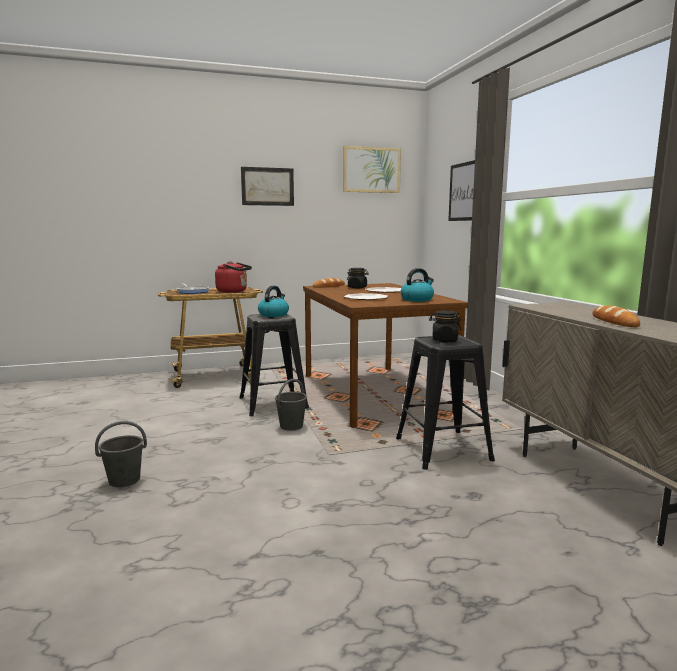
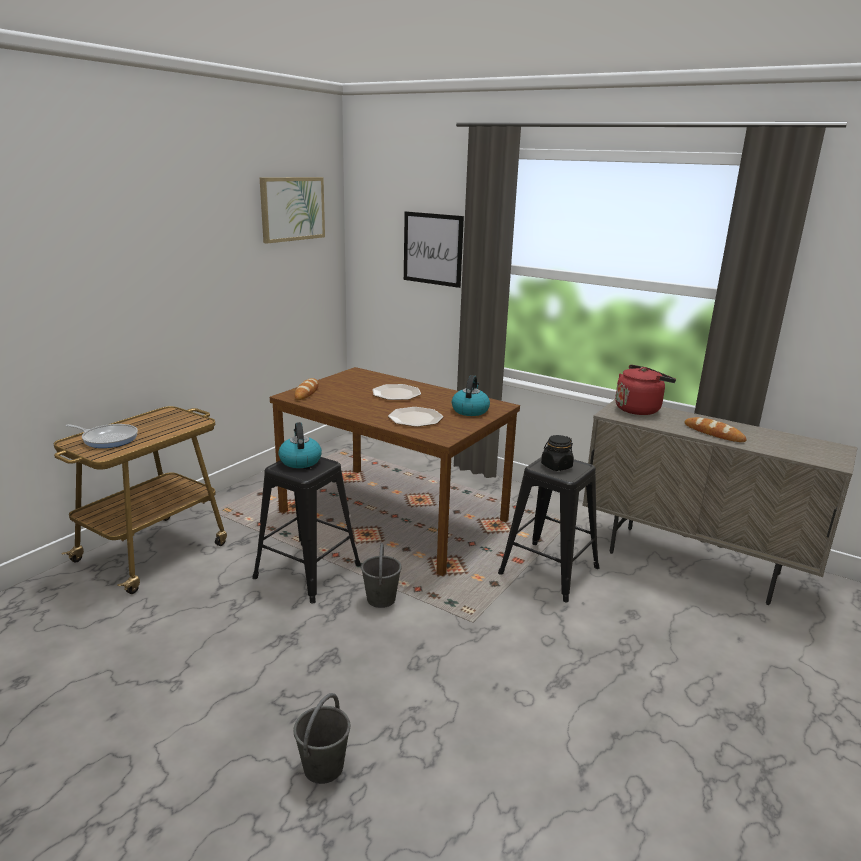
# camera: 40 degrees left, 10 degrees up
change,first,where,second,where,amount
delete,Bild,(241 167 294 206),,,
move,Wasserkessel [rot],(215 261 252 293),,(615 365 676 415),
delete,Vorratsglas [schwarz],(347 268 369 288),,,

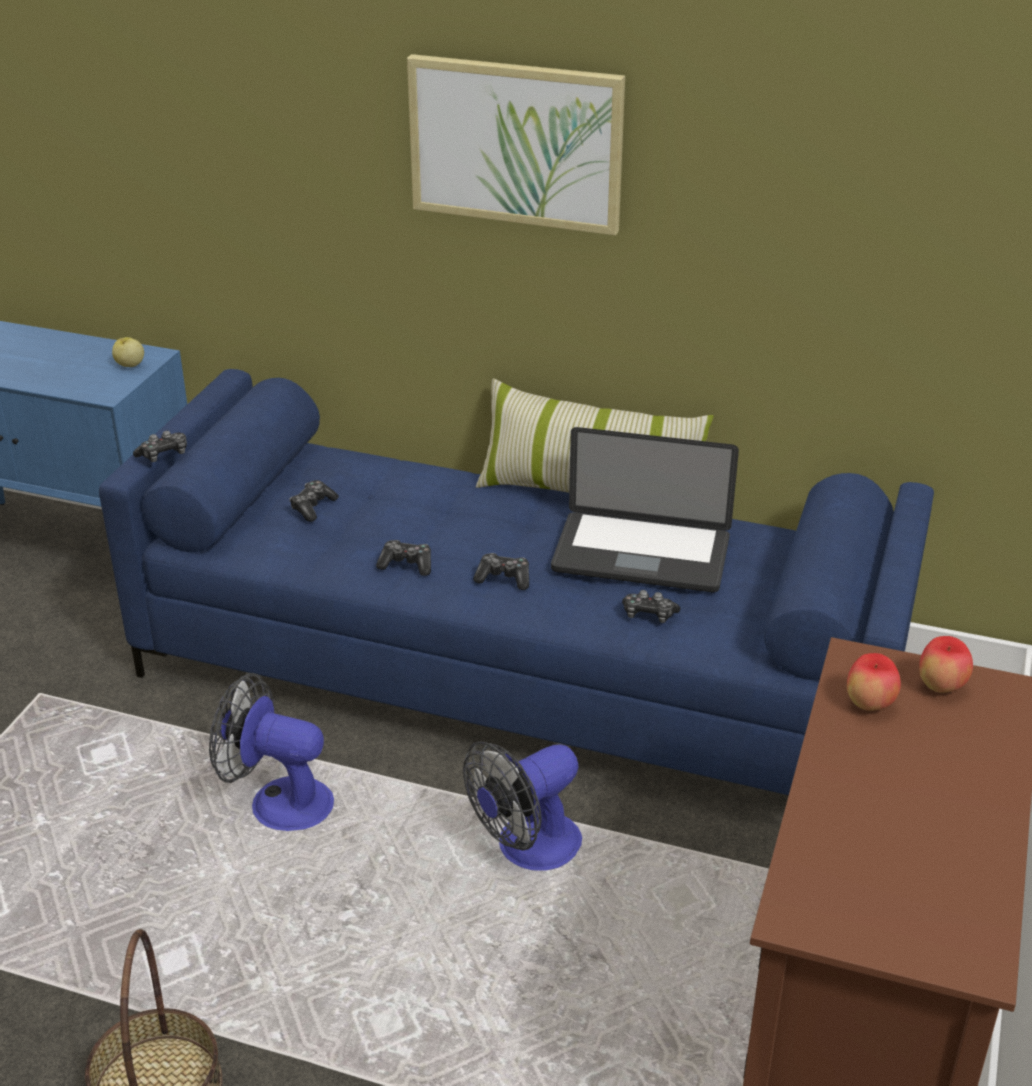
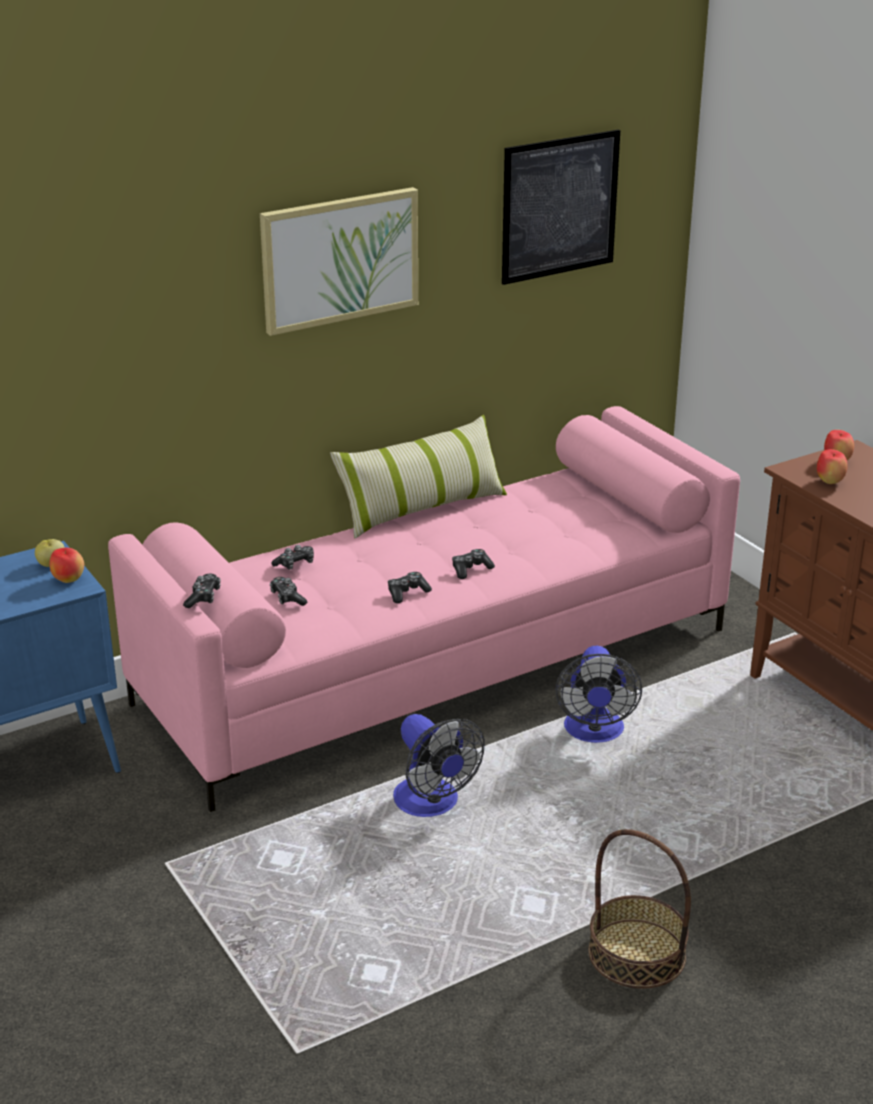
# camera: 50 degrees left, 5 degrees down
change,first,where,second,where,amount
recolor,Sofa [blau],(99 369 934 795),Sofa [rosa],(108 406 740 812),
delete,Laptop,(551 427 739 592),,,
move,Gamepad,(622 590 680 623),,(271 545 314 570),
rotate,Ventilator,(209 673 334 831),,(393 714 485 817),90 degrees counterclockwise
insert,,,Bild,(502 130 620 285),
insert,,,Apfel,(50 548 84 583),

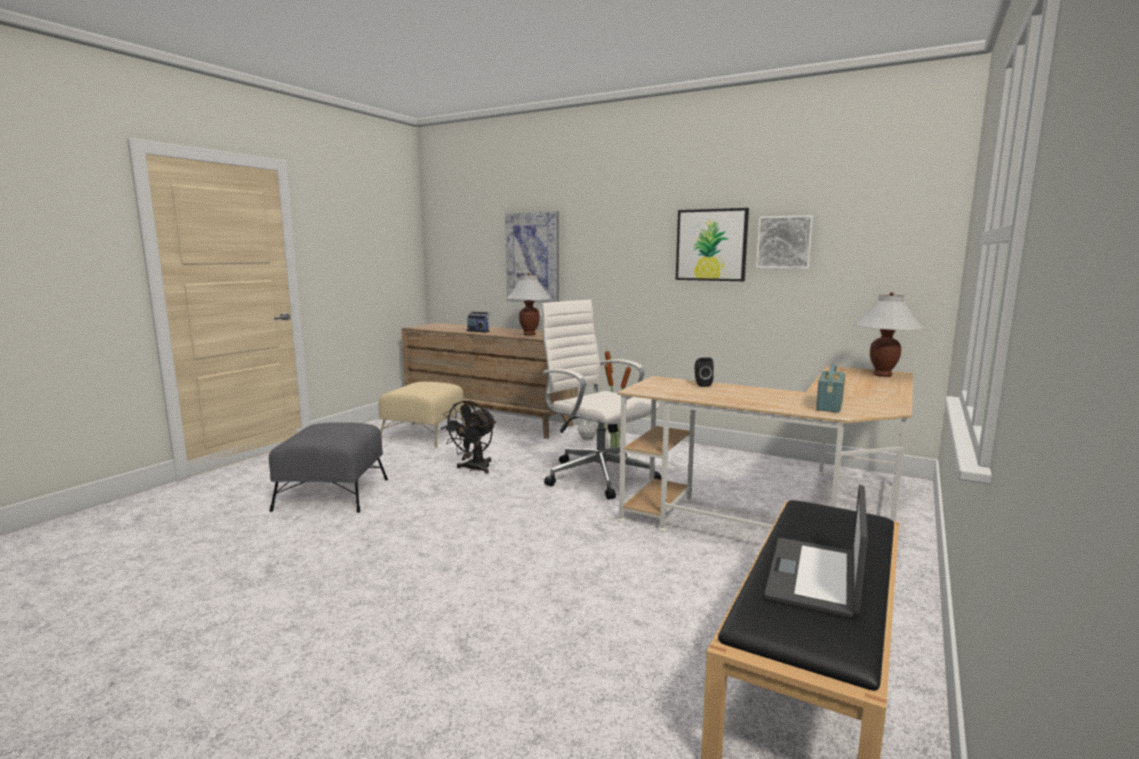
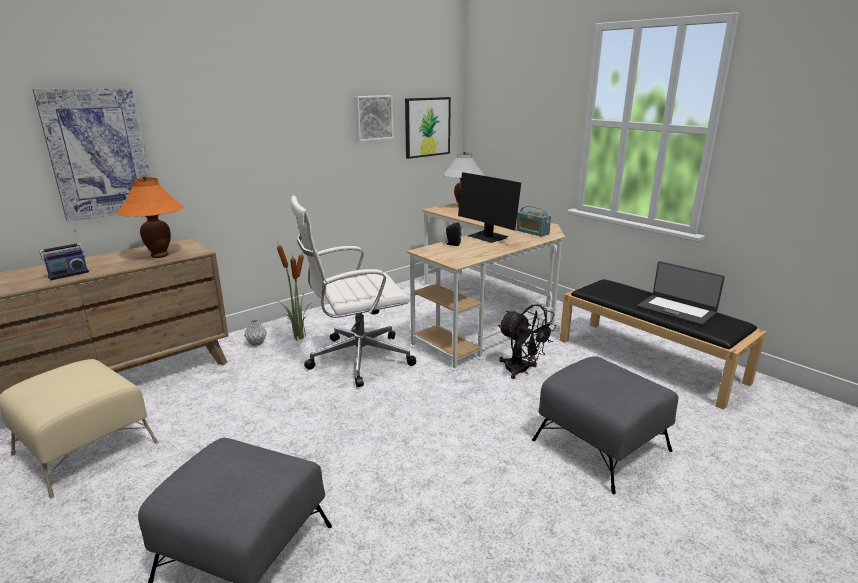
# camera: 70 degrees left, 10 degrees up
change,first,where,second,where,amount
move,Bild,(676 208 749 281),,(405 97 451 159),
recolor,Tischlampe [weiß],(506 273 552 336),Tischlampe [orange],(117 176 184 258),
move,Ventilator [schwarz],(441 400 496 474),,(498 304 557 379),
insert,,,Monitor,(458 172 521 243),
insert,,,Polsterhocker [grau],(532 356 678 494),

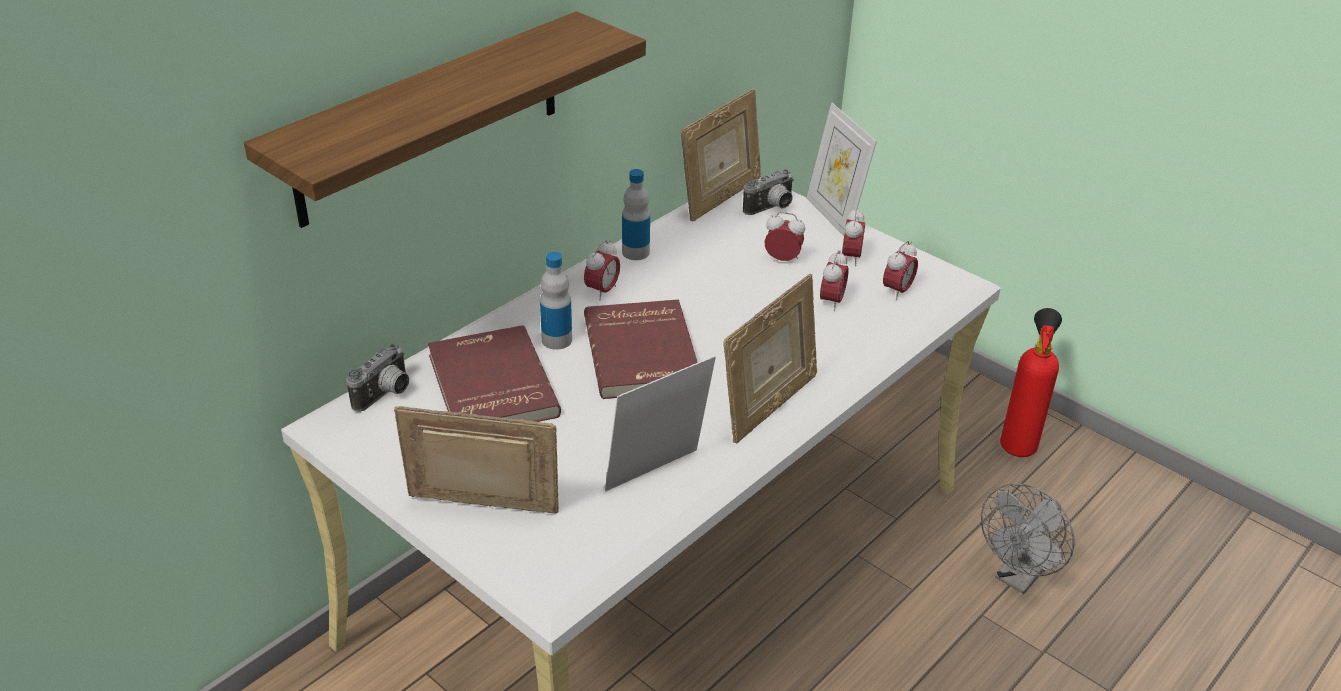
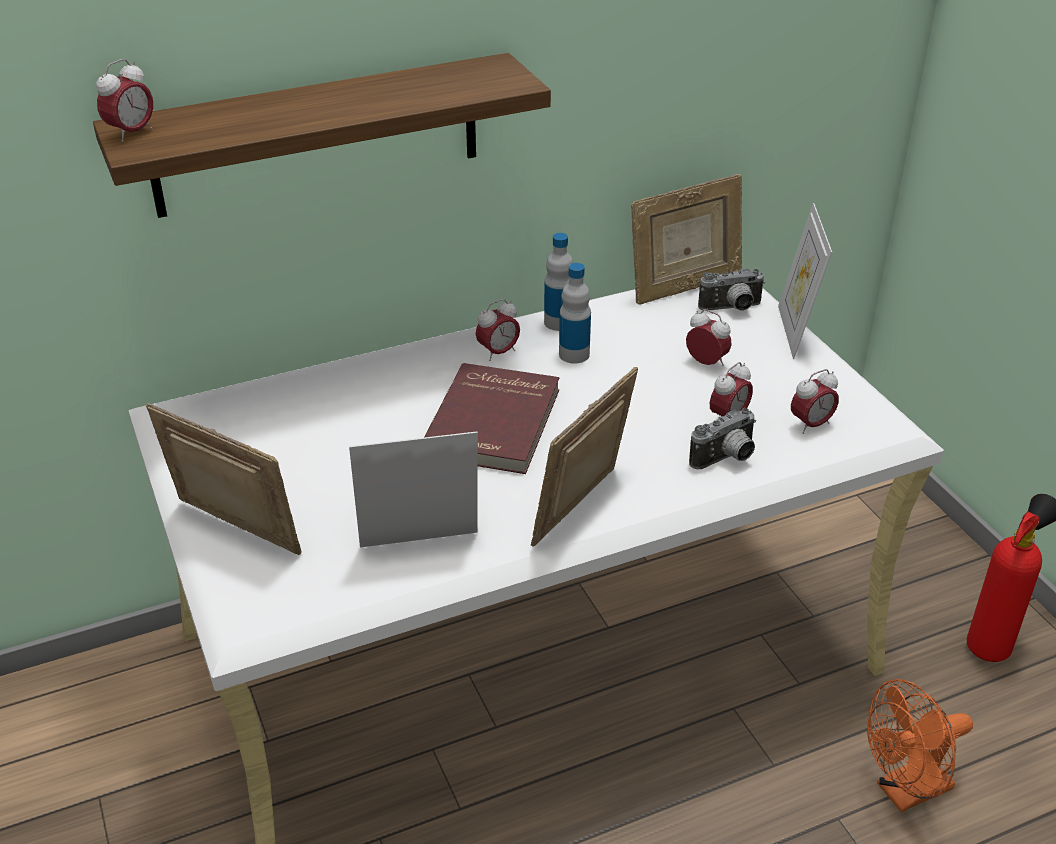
# camera: 25 degrees right, 0 degrees up
change,first,where,second,where,amount
move,Wecker,(842 207 865 266),,(96 59 153 142),
move,Flasche,(540 252 572 350),,(559 263 591 364),
rotate,Bilderrahmen,(724 274 817 443),,(531 367 638 547),150 degrees clockwise
delete,Buch [rot],(428 325 561 422),,,
move,Kamera,(346 344 409 412),,(689 408 756 469),
recolor,Ventilator [grau],(981 484 1074 594),Ventilator [orange],(867 679 973 812),

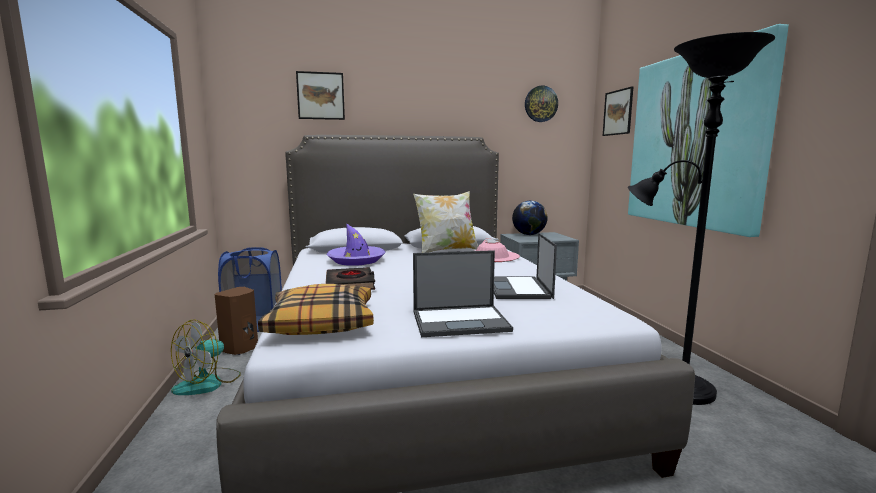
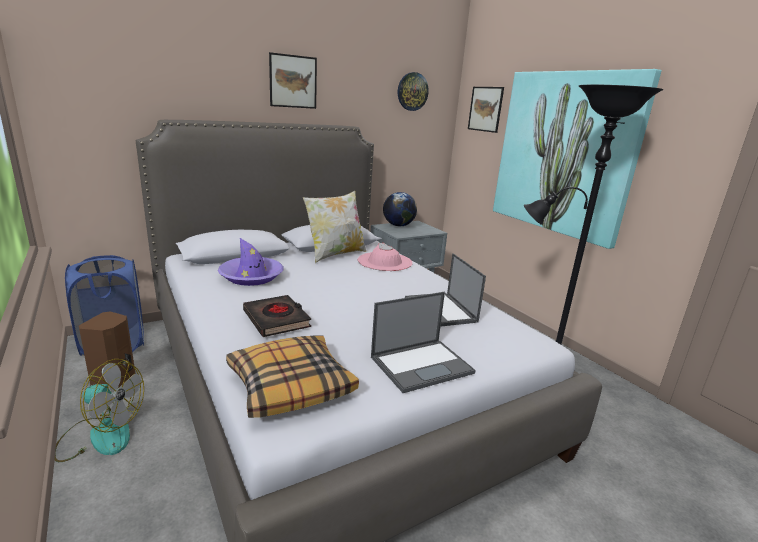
# camera: 20 degrees left, 10 degrees up
change,first,where,second,where,amount
move,Bild,(296 71 345 120),,(269 52 317 109),
rotate,Ventilator,(171 320 241 395),,(55 359 144 462),90 degrees counterclockwise

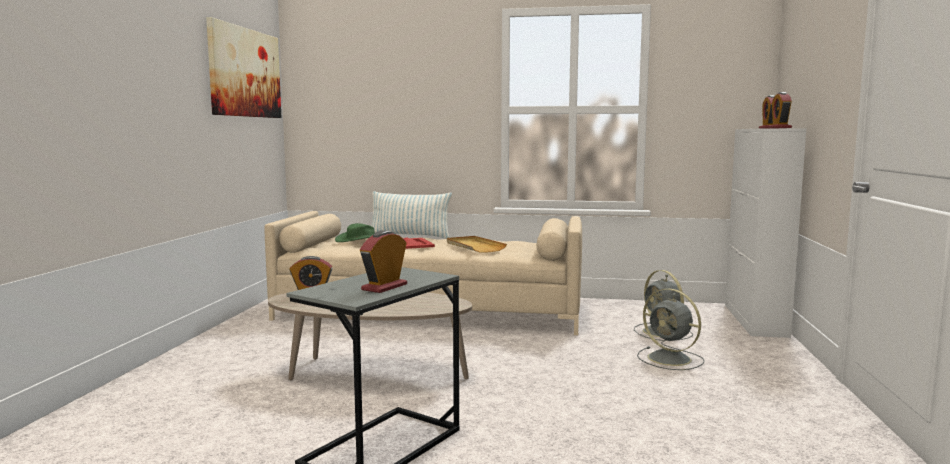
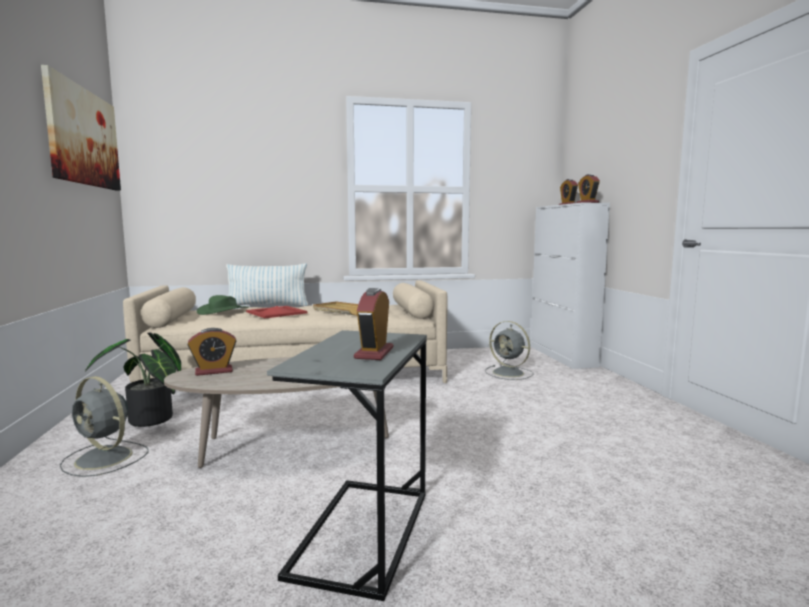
# camera: 20 degrees left, 0 degrees up
change,first,where,second,where,amount
move,Ventilator [grau],(637 289 705 370),,(60 376 149 477),
insert,,,Topfpflanze,(85 333 181 427),

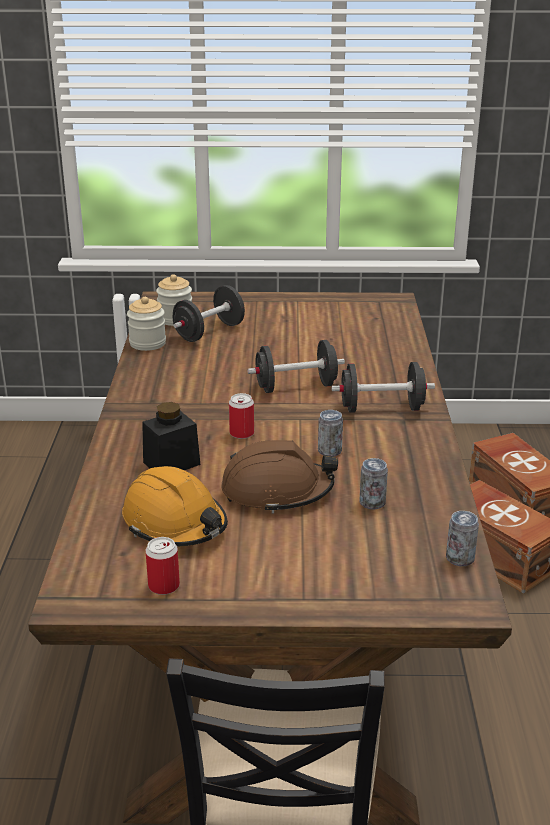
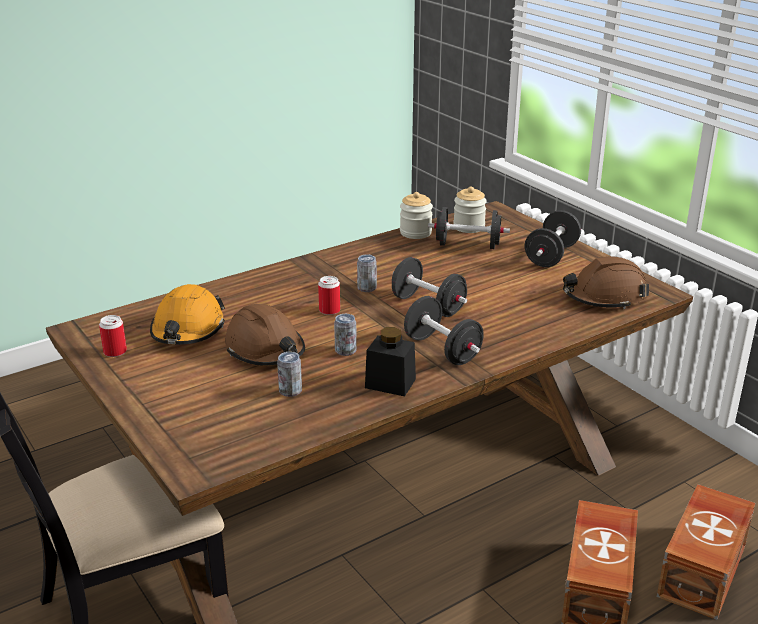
# camera: 55 degrees right, 0 degrees up
change,first,where,second,where,amount
move,Vorratsglas [schwarz],(142 402 201 470),,(365 327 416 396),
move,Dose,(446 511 479 566),,(357 254 377 292),
insert,,,Hantel [schwarz],(525 210 581 267),
insert,,,Schutzhelm [braun],(563 256 649 309),

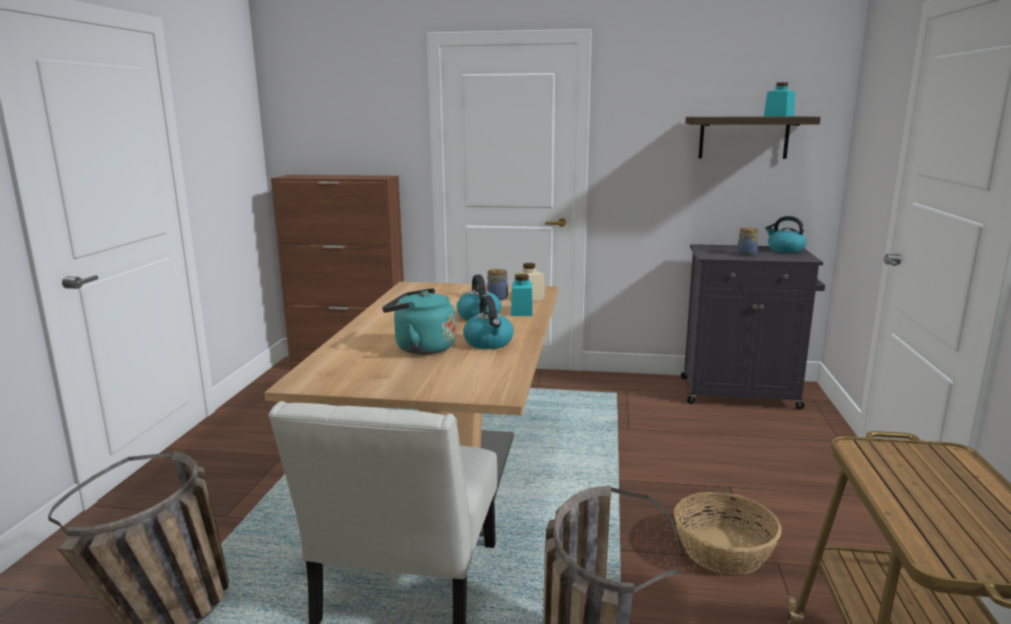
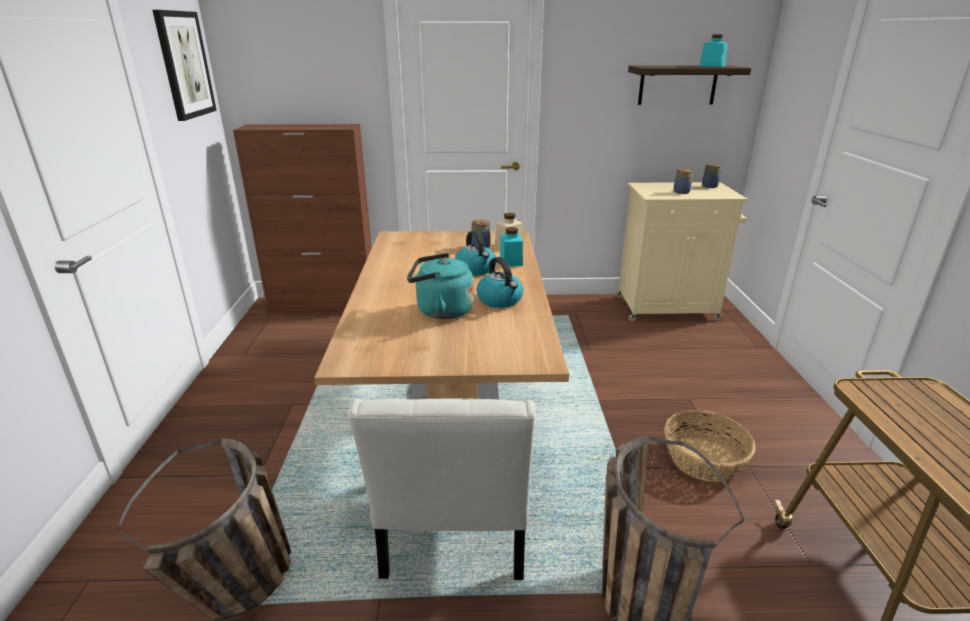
# camera: 10 degrees left, 10 degrees up
change,first,where,second,where,amount
replace,Wasserkessel,(765 216 807 253),Vorratsglas,(702 164 721 188),
recolor,Schrank [schwarz],(681 244 825 410),Schrank [beige],(616 182 748 321),
insert,,,Bild,(153 10 217 121),

